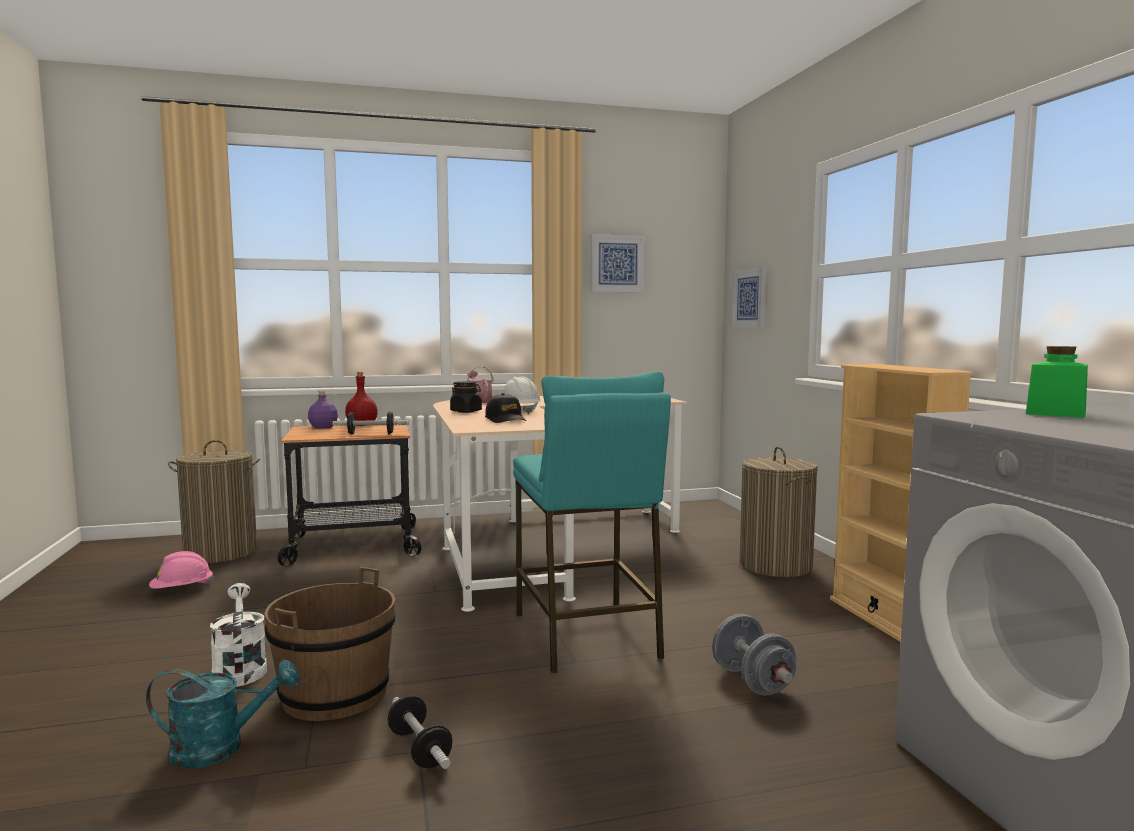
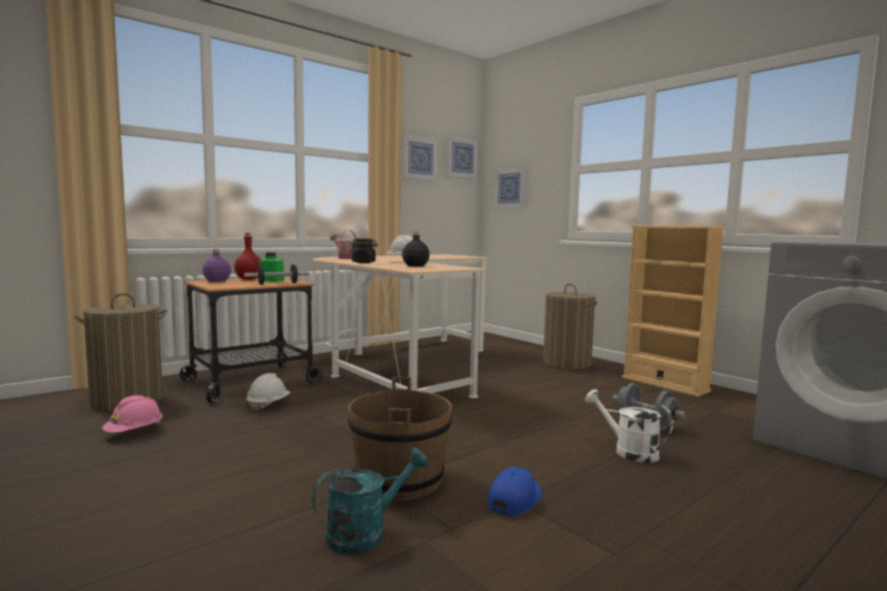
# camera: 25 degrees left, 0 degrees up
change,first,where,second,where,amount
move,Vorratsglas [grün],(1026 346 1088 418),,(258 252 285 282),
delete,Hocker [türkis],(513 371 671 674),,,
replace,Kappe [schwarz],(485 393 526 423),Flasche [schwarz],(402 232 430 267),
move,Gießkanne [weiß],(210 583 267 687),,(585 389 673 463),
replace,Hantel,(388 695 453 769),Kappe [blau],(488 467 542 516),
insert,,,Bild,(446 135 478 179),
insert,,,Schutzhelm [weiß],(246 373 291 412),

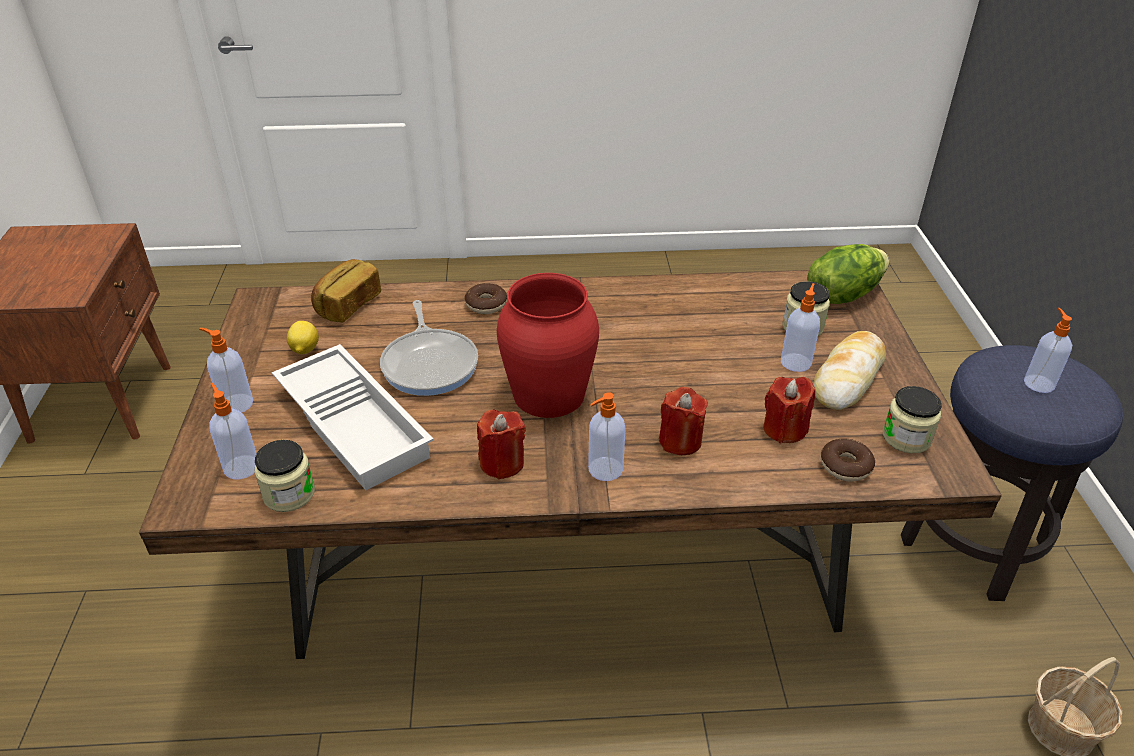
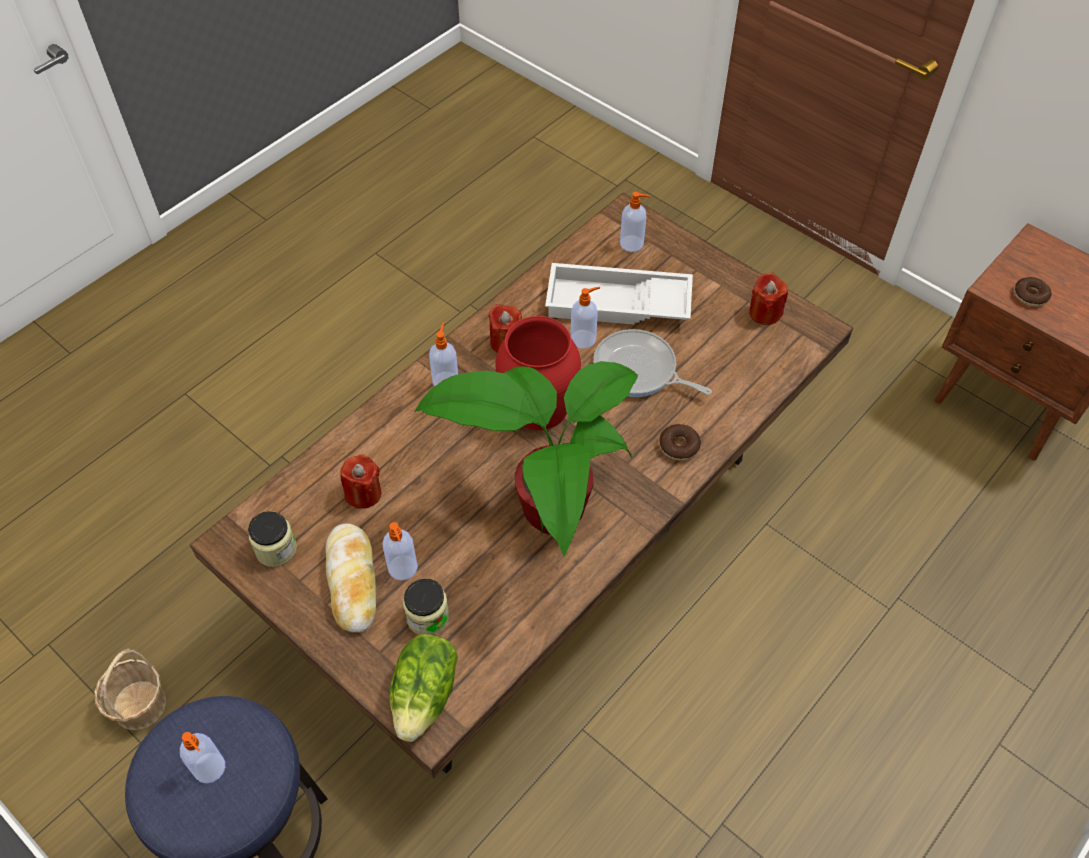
# camera: 135 degrees right, 15 degrees up
change,first,where,second,where,amount
delete,Brot,(311 259 381 323),,,
delete,Zitrone,(287 321 319 354),,,
move,Seifenspender,(199 328 253 413),,(571 287 600 349),
move,Kerze [rot],(659 387 708 455),,(749 272 788 325),
move,Donut,(820 438 875 482),,(1014 277 1052 306),
delete,Vorratsglas,(254 440 315 512),,,
insert,,,Topfpflanze,(414 361 638 557),

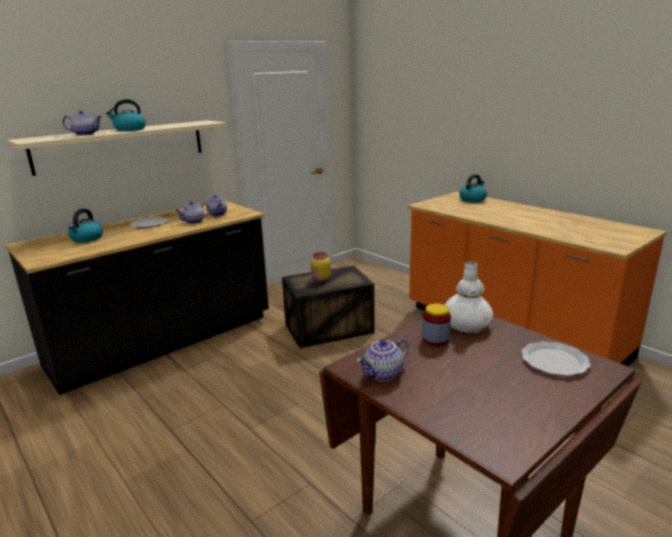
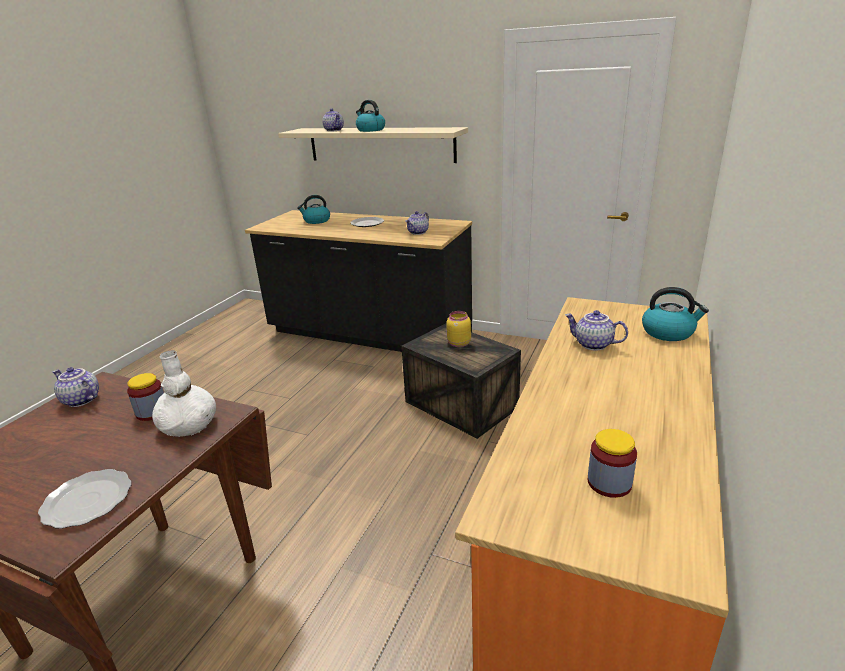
# camera: 65 degrees right, 5 degrees up
change,first,where,second,where,amount
move,Teekanne,(175 201 210 224),,(565 310 628 350),
insert,,,Vorratsglas,(588 429 637 498),

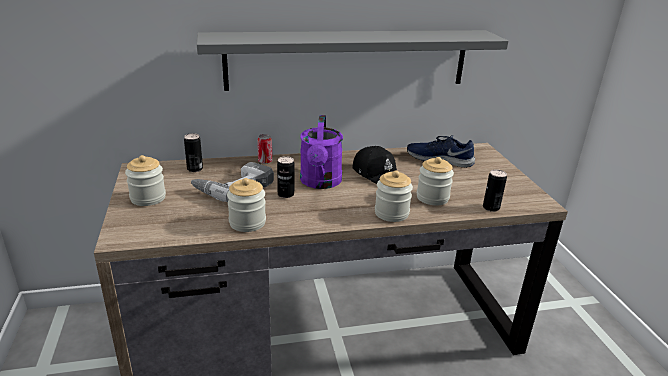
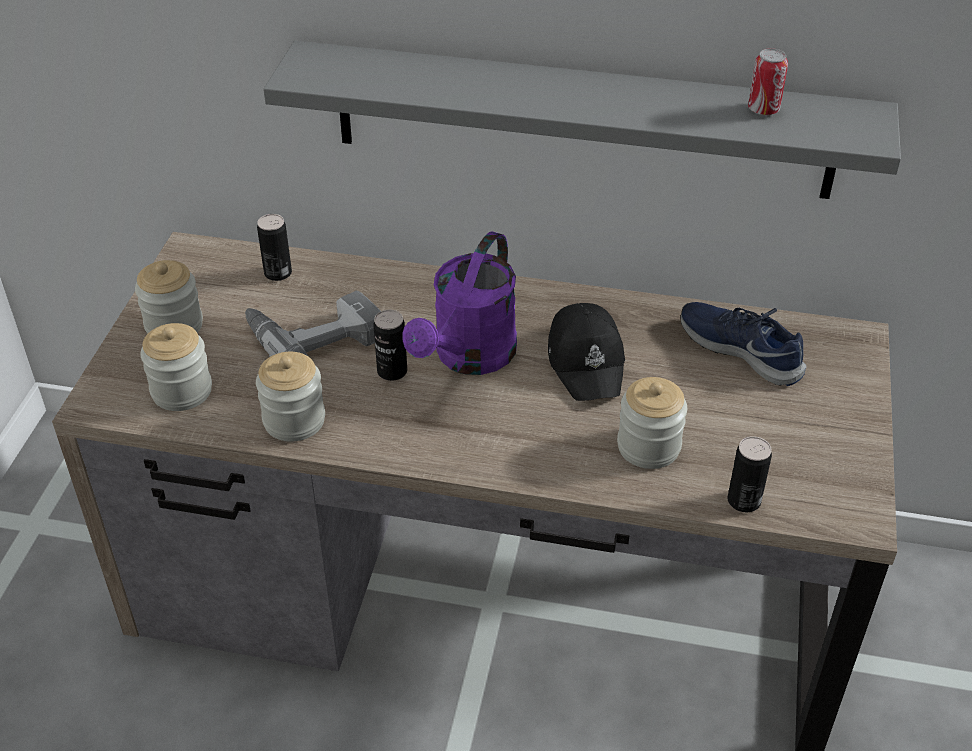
# camera: 25 degrees right, 15 degrees up
change,first,where,second,where,amount
move,Dose,(257 134 272 164),,(748 48 788 116),
move,Vorratsglas,(375 171 413 222),,(140 323 212 411),

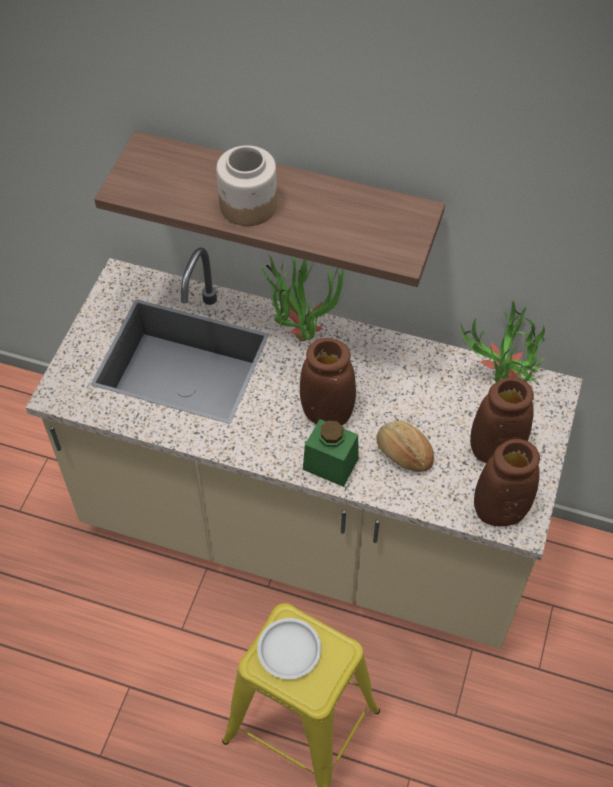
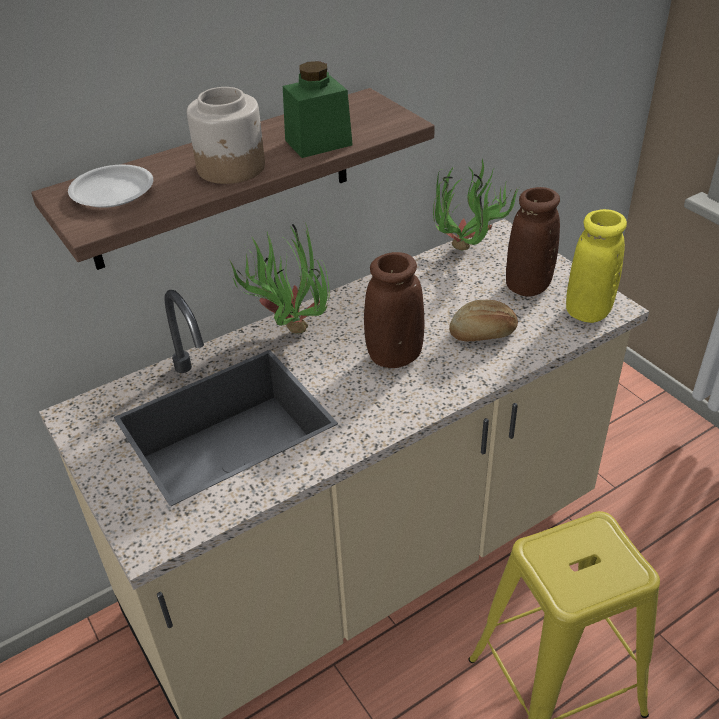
# camera: 50 degrees left, 15 degrees down
change,first,where,second,where,amount
move,Vorratsglas [grün],(303 419 359 487),,(283 61 353 158),
recolor,Vase [braun],(474 439 540 526),Vase [gelb],(566 209 627 323),
move,Teller [weiß],(257 618 321 679),,(68 165 153 208),

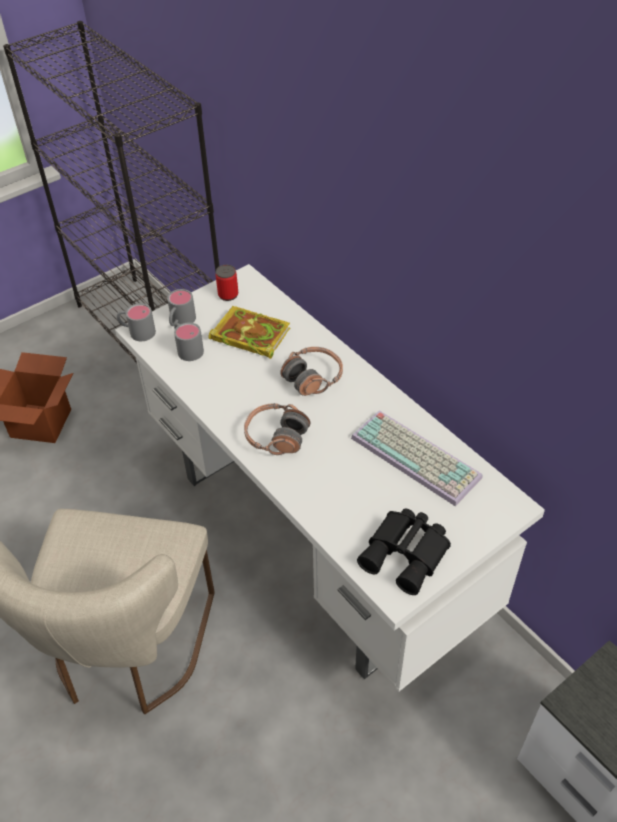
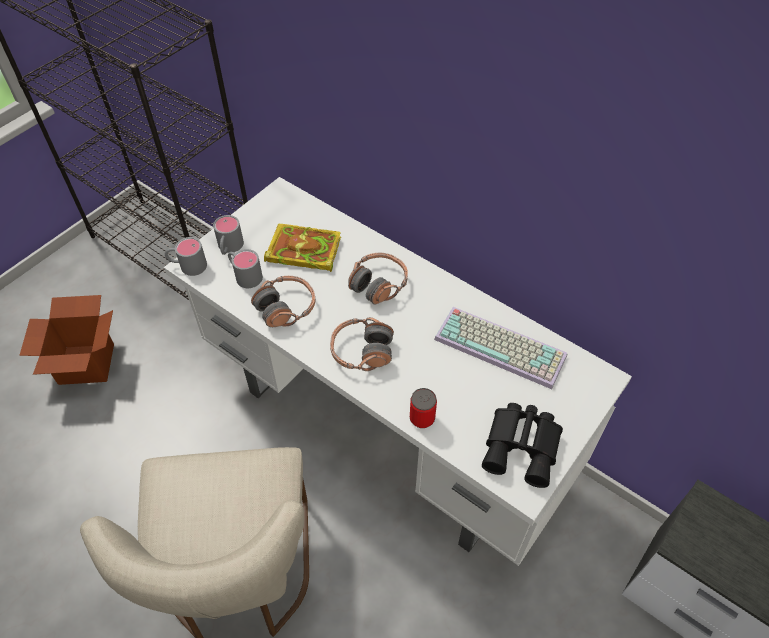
# camera: 15 degrees left, 5 degrees up
change,first,where,second,where,amount
move,Dose,(215 265 238 301),,(410 388 437 428),
insert,,,Kopfhörer,(251 276 315 327),

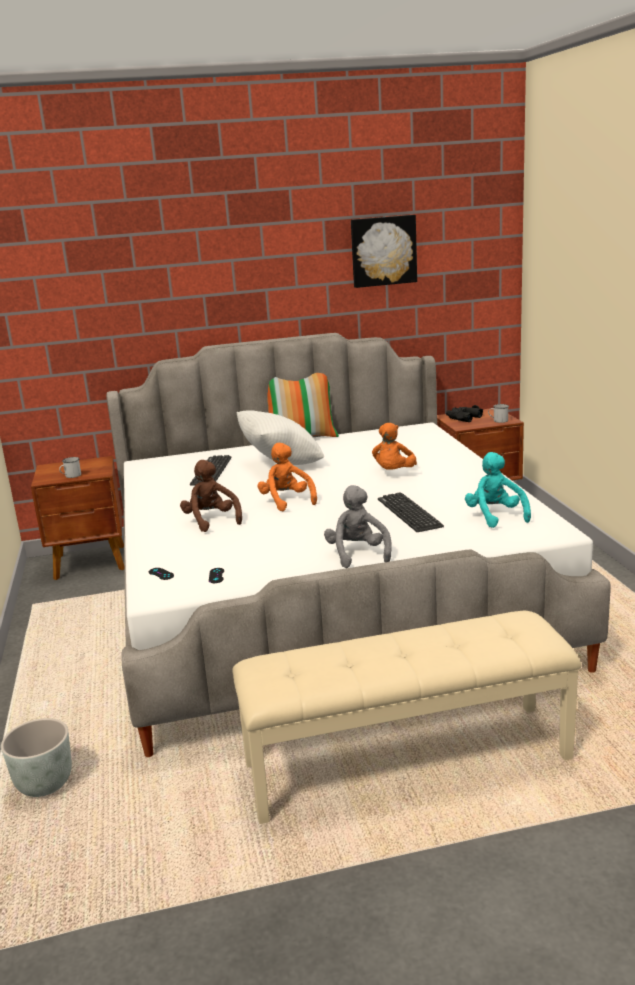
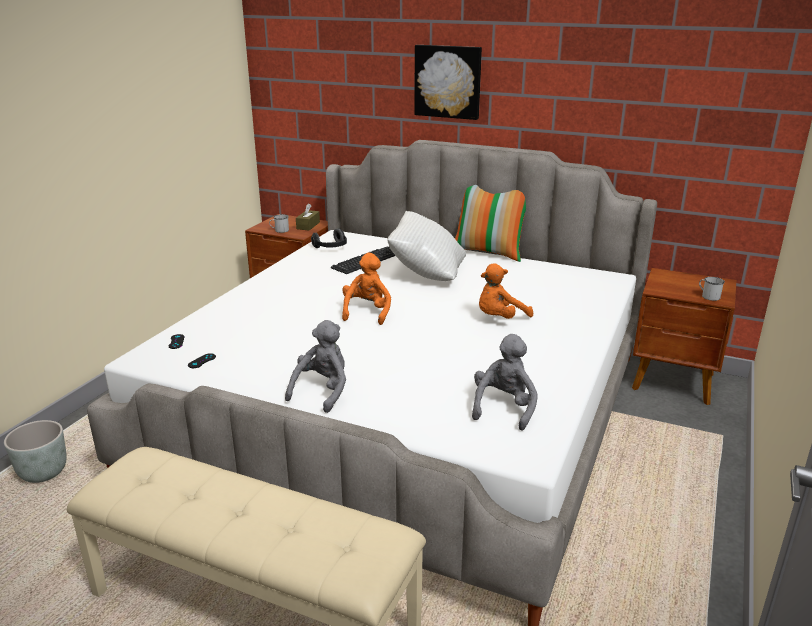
# camera: 35 degrees right, 5 degrees up
change,first,where,second,where,amount
move,Bild,(351 215 417 288),,(414 45 482 120),
delete,Fernglas [schwarz],(446 405 483 422),,,
recolor,Plüschtier [türkis],(465 452 531 528),Plüschtier [grau],(472 334 538 430),
delete,Plüschtier [braun],(180 460 242 532),,,
delete,Tastatur,(378 492 444 532),,,
insert,,,Taschentuchbox [braun],(296 204 320 231),
insert,,,Kopfhörer,(311 228 347 248),

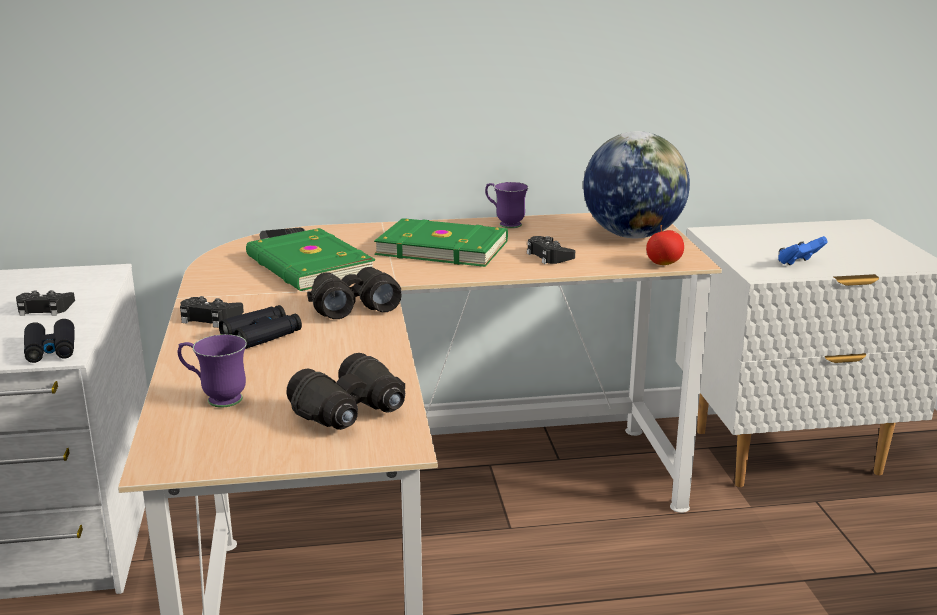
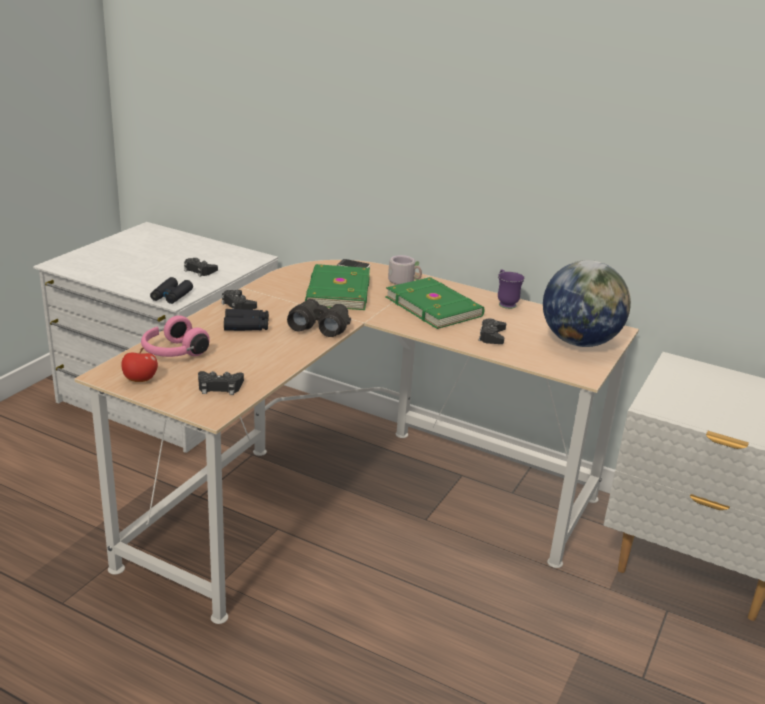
# camera: 35 degrees right, 5 degrees up
change,first,where,second,where,amount
move,Apfel,(646 225 684 265),,(121 347 158 382),
delete,Gamepad [blau],(778 236 827 266),,,
replace,Henkelbecher [lila],(178 334 247 407),Kopfhörer [rosa],(141 315 210 357),
replace,Fernglas [schwarz],(286 353 405 430),Gamepad [schwarz],(198 371 244 395),
insert,,,Henkelbecher [grau],(388 255 422 285),

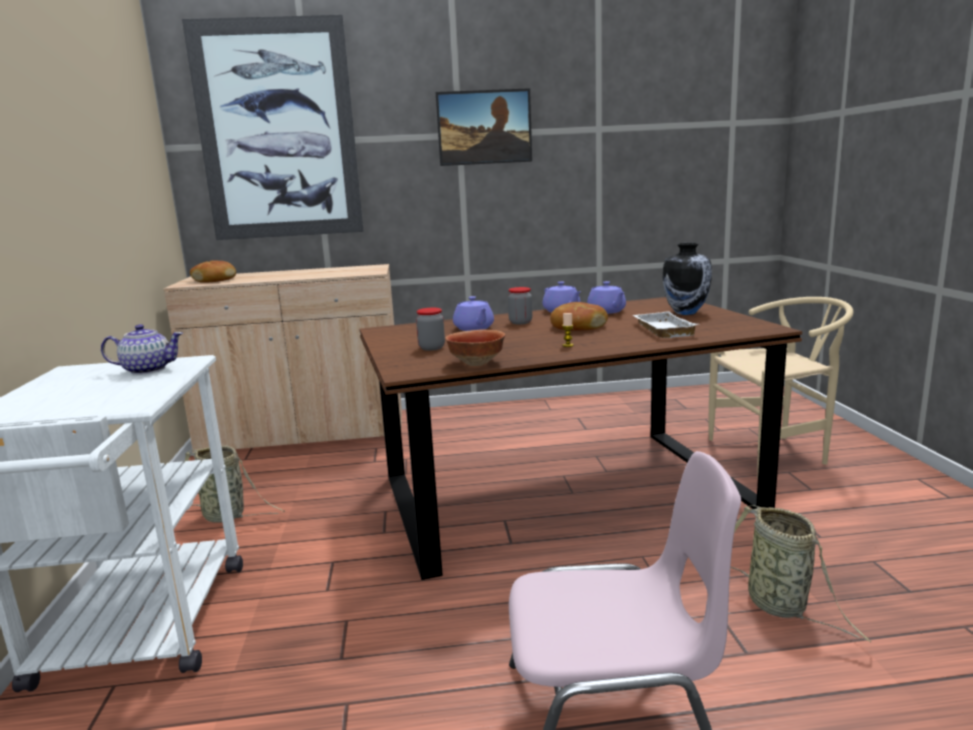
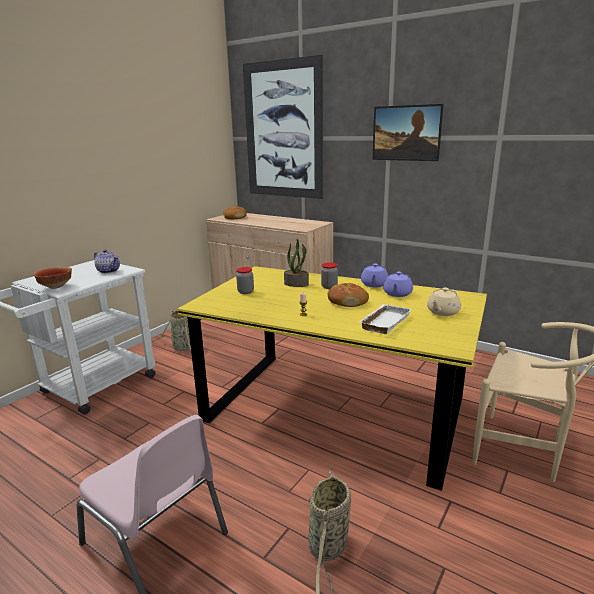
# camera: 40 degrees right, 5 degrees up
change,first,where,second,where,amount
replace,Vase,(663 243 712 315),Teekanne [beige],(427 288 461 316),
replace,Teekanne [lila],(453 296 494 331),Topfpflanze,(284 239 309 287),
recolor,Esstisch [braun],(359 297 802 580),Esstisch [gelb],(177 266 487 490),
move,Schüssel,(445 330 505 366),,(33 267 72 289),

